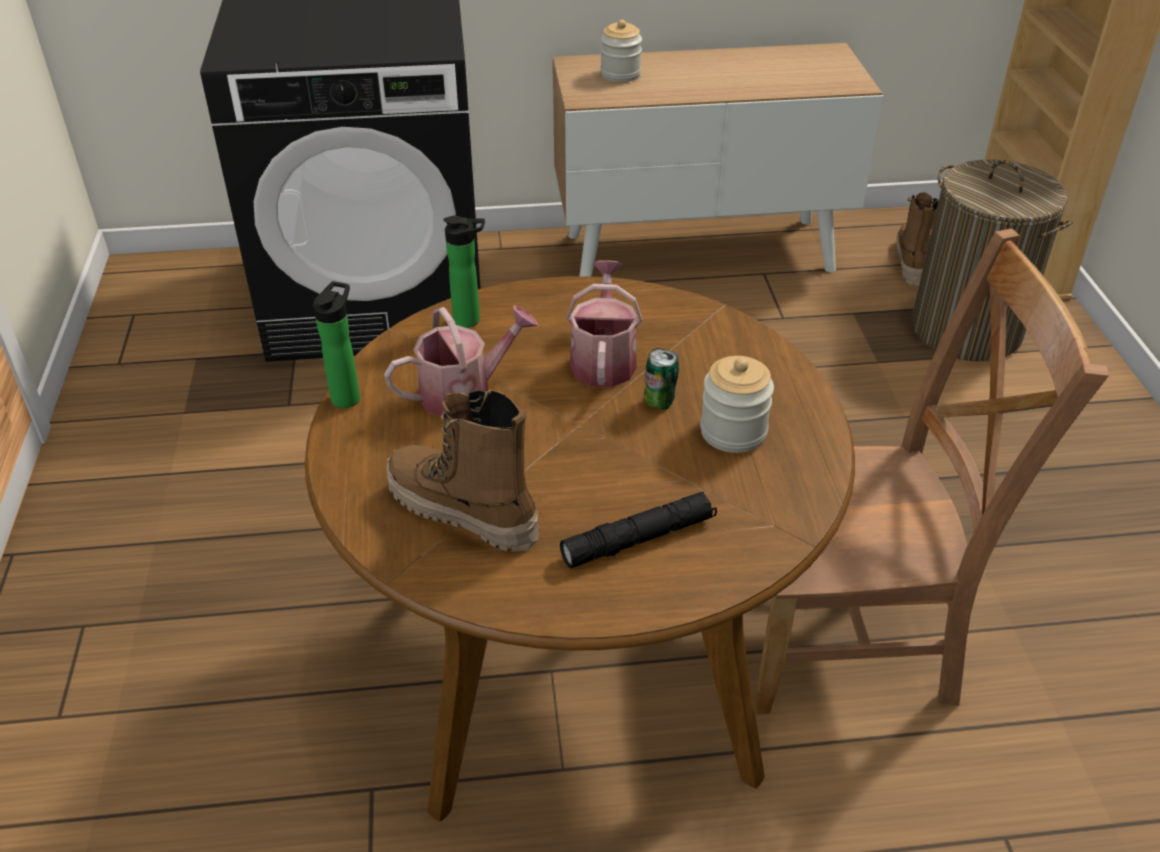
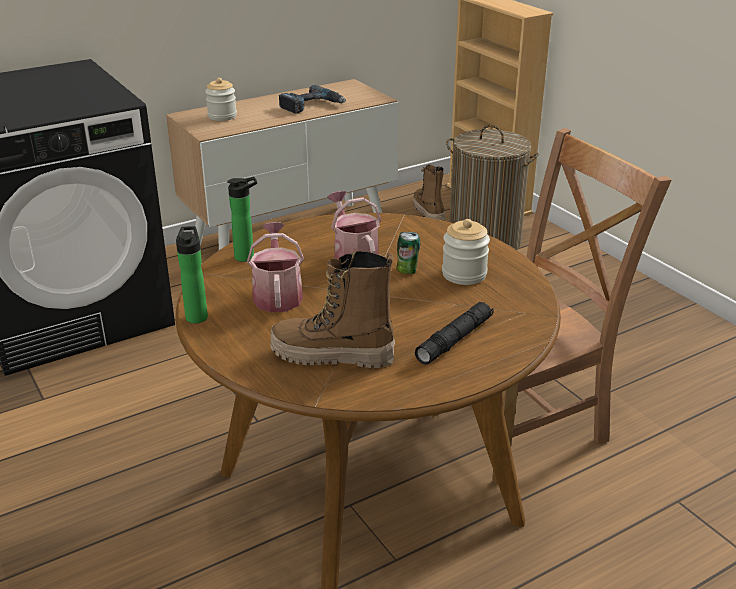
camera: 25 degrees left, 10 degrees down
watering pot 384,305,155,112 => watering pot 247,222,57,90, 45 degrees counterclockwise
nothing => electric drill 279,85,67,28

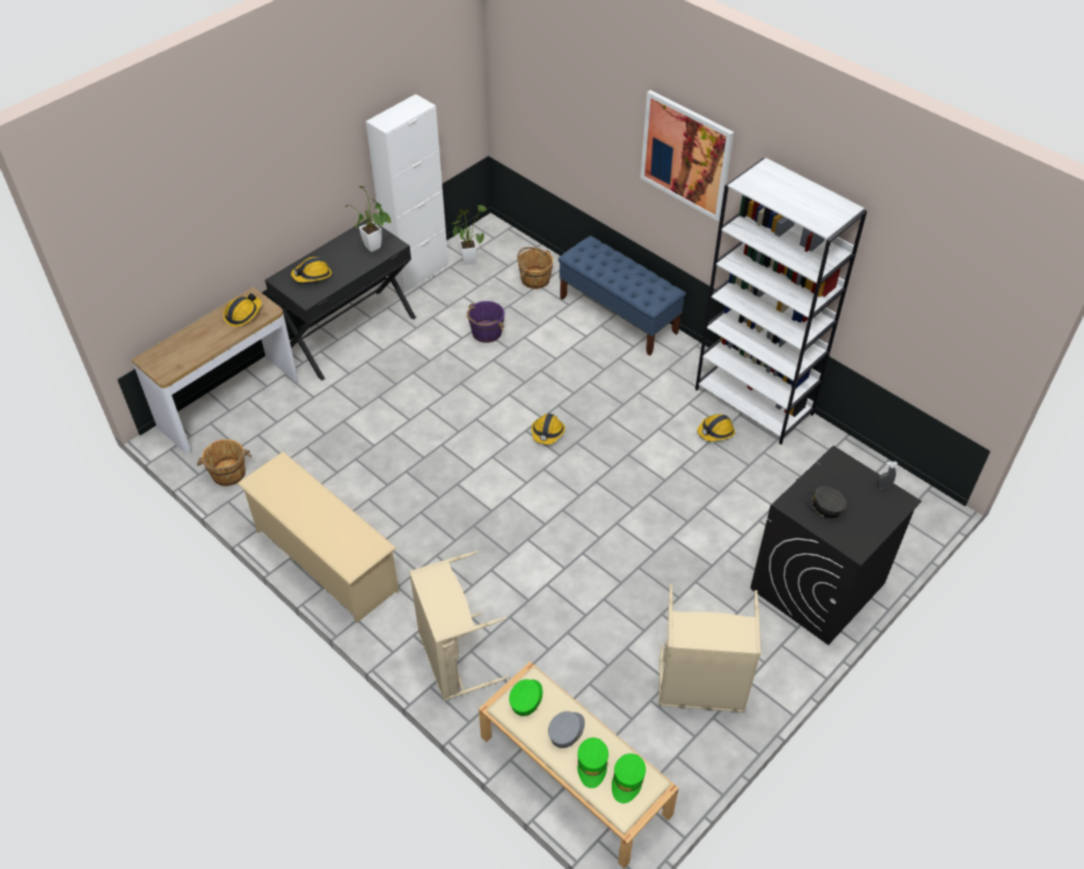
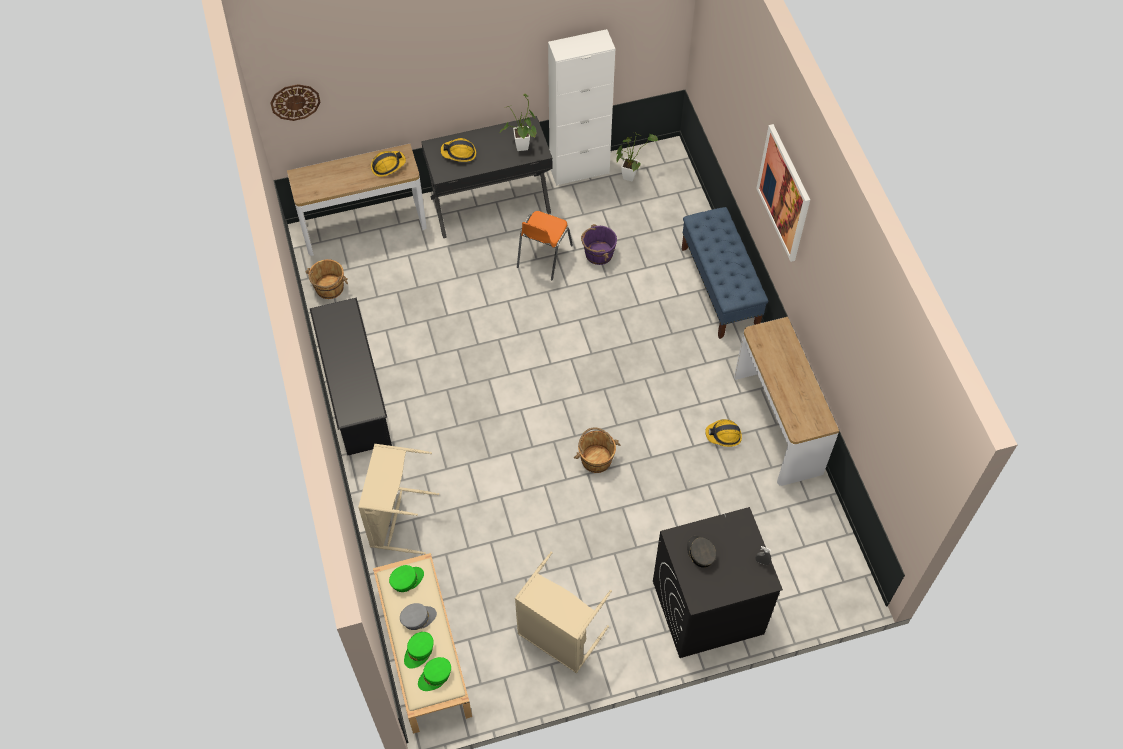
camera: 30 degrees right, 10 degrees up
shelving unit (white-coloured) 695,158,172,287 => narrow table 734,317,105,169
pail (brownish) 517,247,36,42 => pail (brownish) 574,427,46,46, moved
hard hat 531,414,34,31 => nothing
shoe shelf (beige-coloured) 237,452,162,171 => shoe shelf (black-coloured) 310,298,82,157
nothing => wall clock 270,84,51,37
nothing => upright chair (orange-coloured) 517,211,56,69

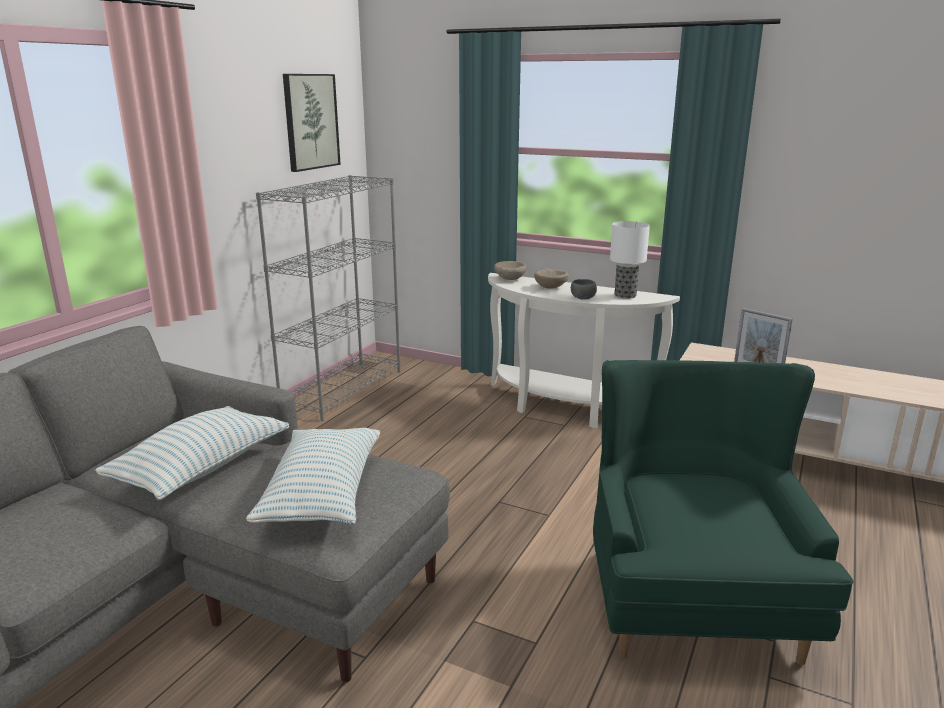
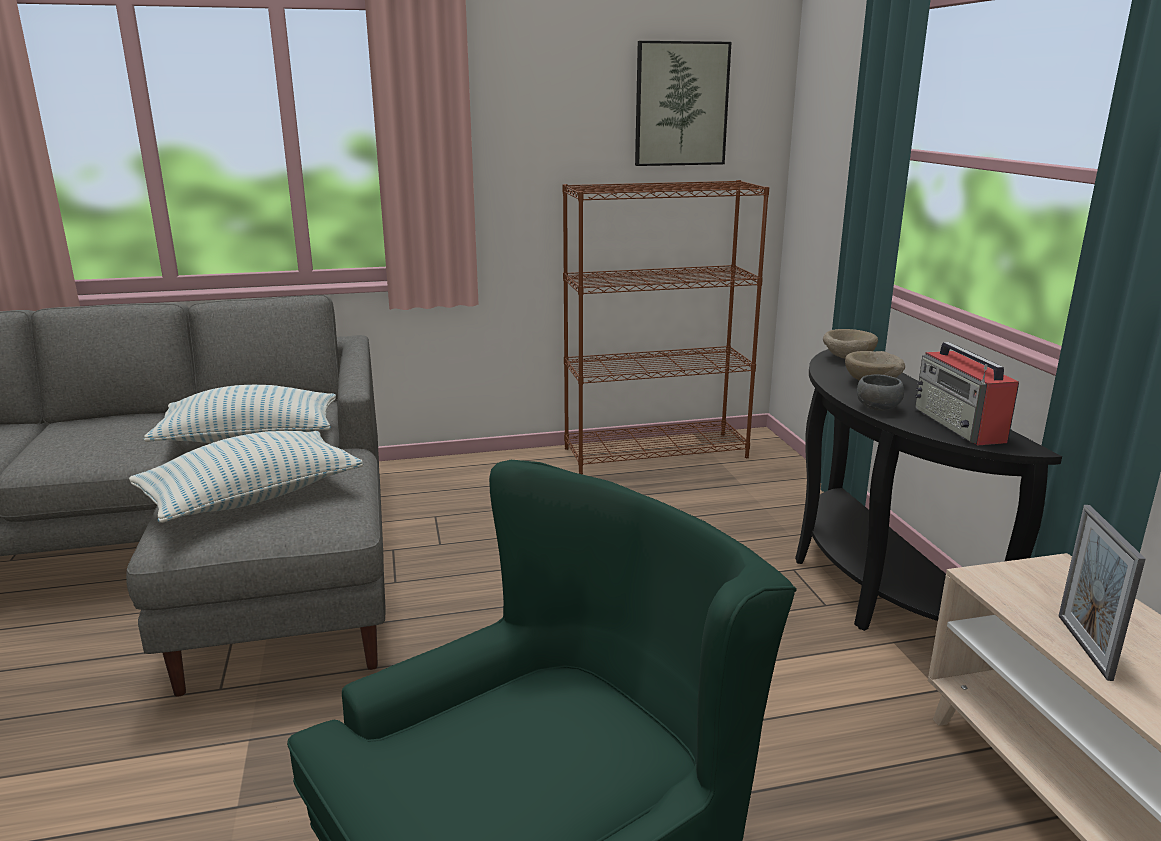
camera: 50 degrees right, 0 degrees up
shelving unit (grey) 256,175,145,246 => shelving unit (brownish) 562,180,207,294
tabletop lamp 610,221,40,78 => radio 915,342,104,103
narrow table (white-coloured) 488,273,192,155 => narrow table (black-coloured) 795,349,267,282

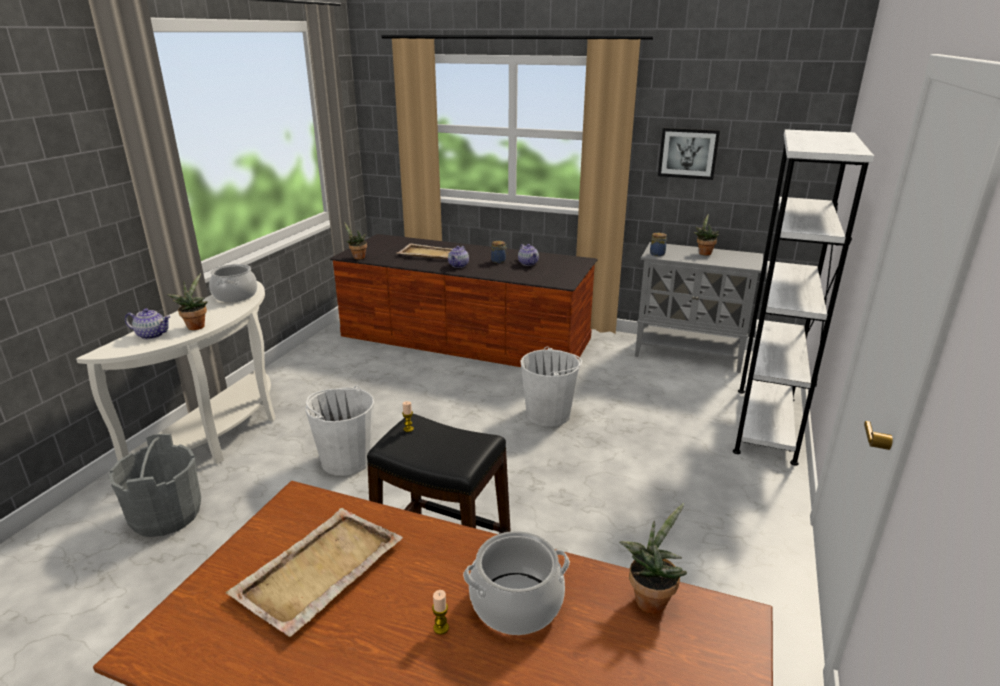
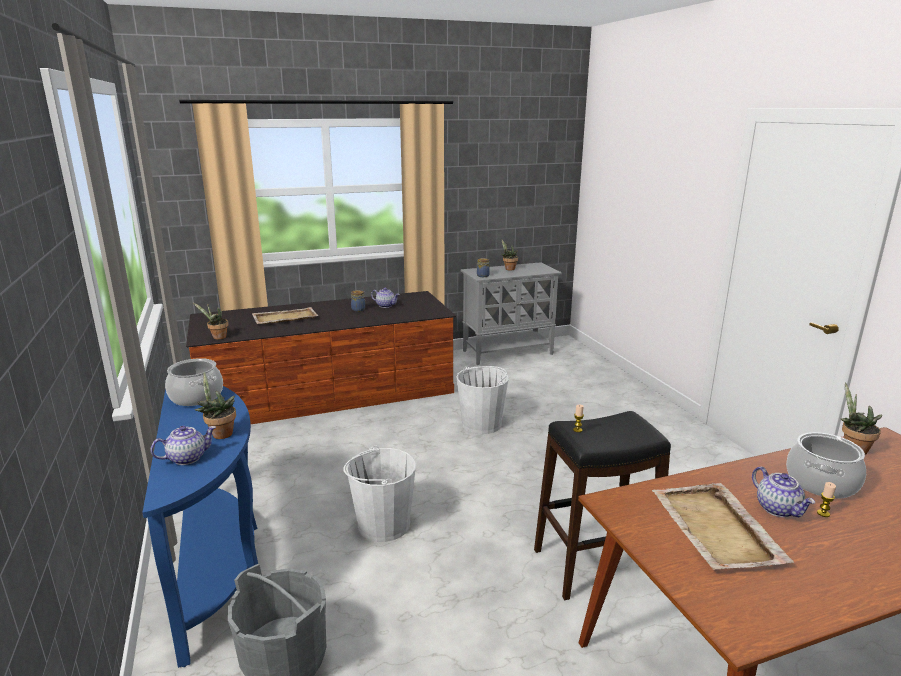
camera: 40 degrees left, 5 degrees down
wall art 658,128,62,52 => nothing
shelving unit (white-coloured) 733,129,141,337 => nothing
pot for tea 448,246,21,22 => pot for tea 752,467,63,50, moved
narrow table (white-coloured) 76,281,200,183 => narrow table (bluish) 142,386,116,282

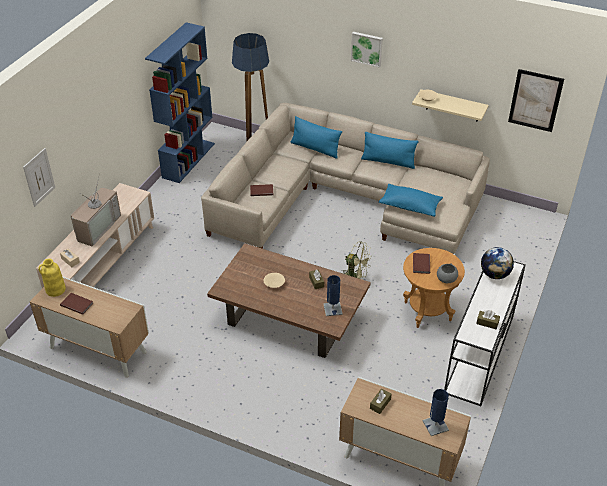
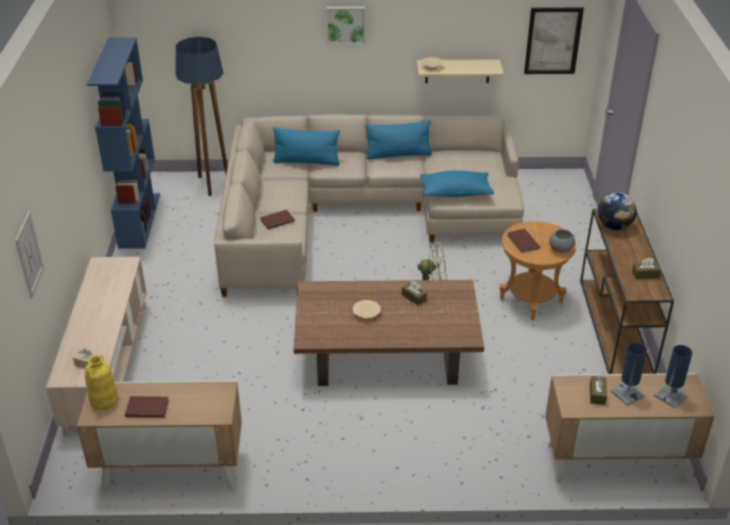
camera: 25 degrees left, 5 degrees down
TV 70,177,51,69 => nothing
narrow table (white-coloured) 444,261,82,145 => narrow table (brownish) 580,209,94,165
tabletop lamp (bluish) 323,275,20,41 => tabletop lamp (bluish) 610,343,37,63, moved

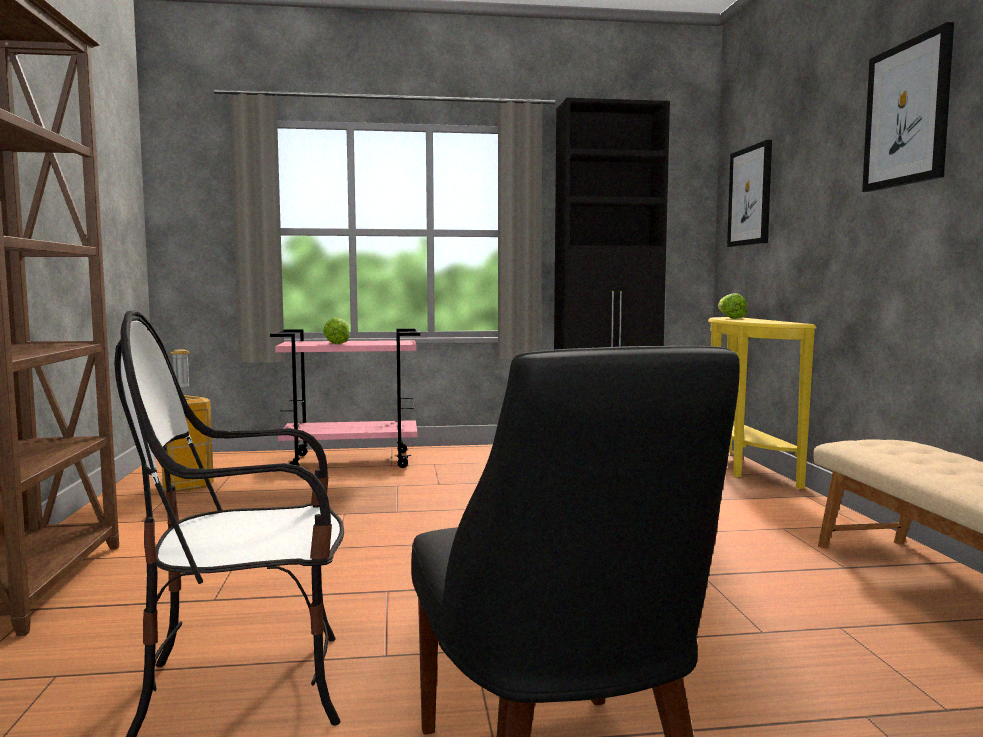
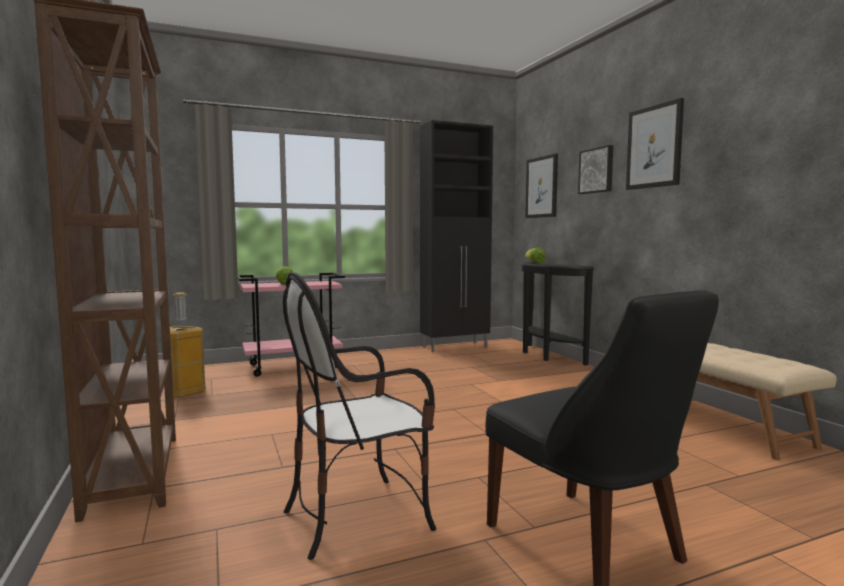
camera: 15 degrees left, 0 degrees up
narrow table (yellowish) 708,317,108,172 => narrow table (black-coloured) 519,262,75,104
nothing => wall art 578,145,35,49

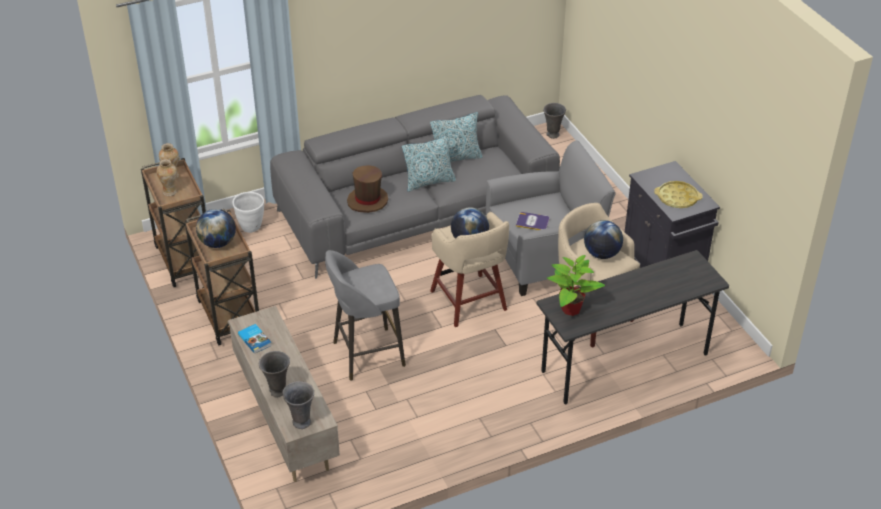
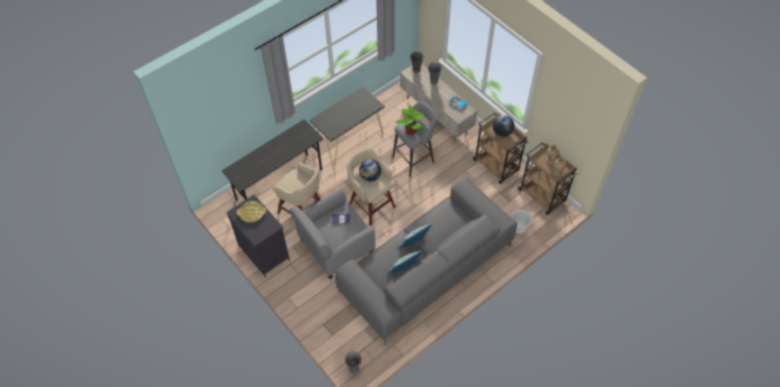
camera: 165 degrees right, 15 degrees up
clothing hat (brownish) 347,165,41,48 => nothing
world globe 584,220,39,39 => nothing
plant in a pot 547,255,58,61 => plant in a pot 395,105,30,30, moved
nothing => narrow table (black-coloured) 310,86,75,80

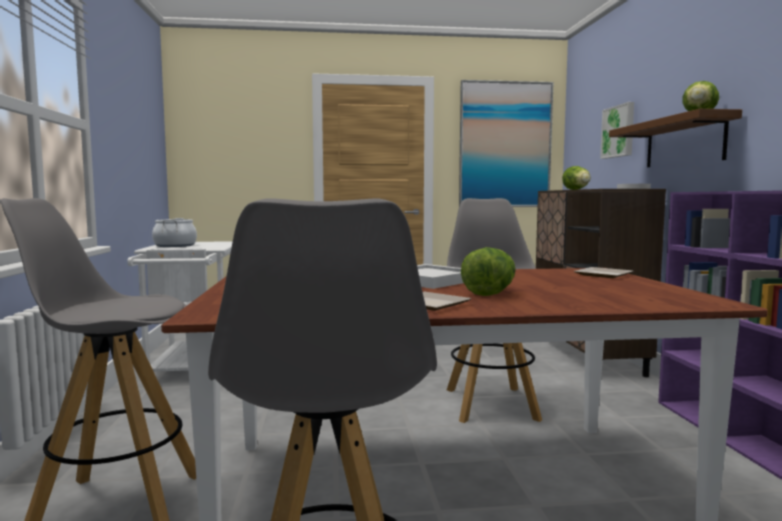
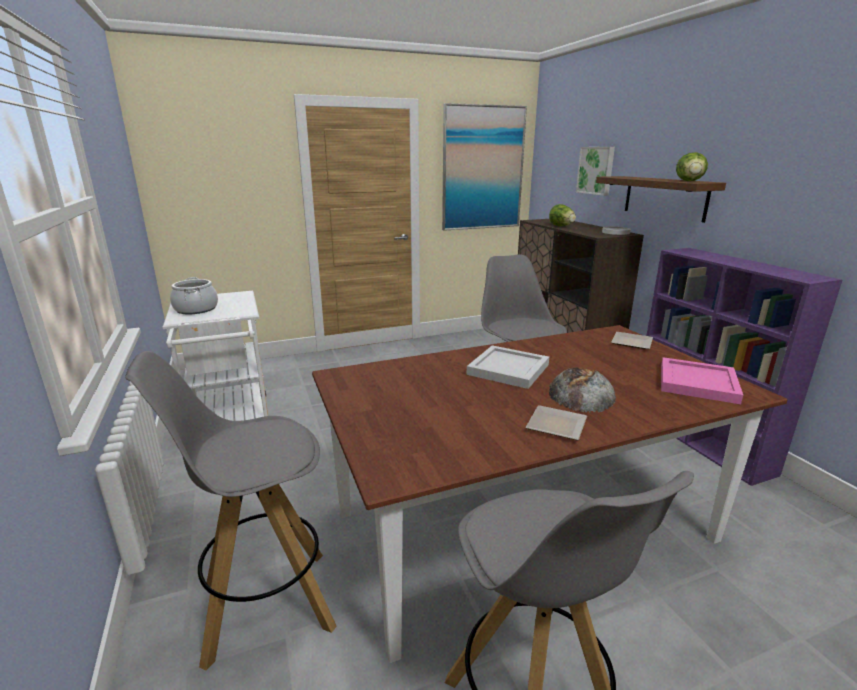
camera: 15 degrees left, 15 degrees up
lettuce 461,247,55,49 => baked bread 549,367,67,46
nothing => tray (pinkish) 661,357,82,47

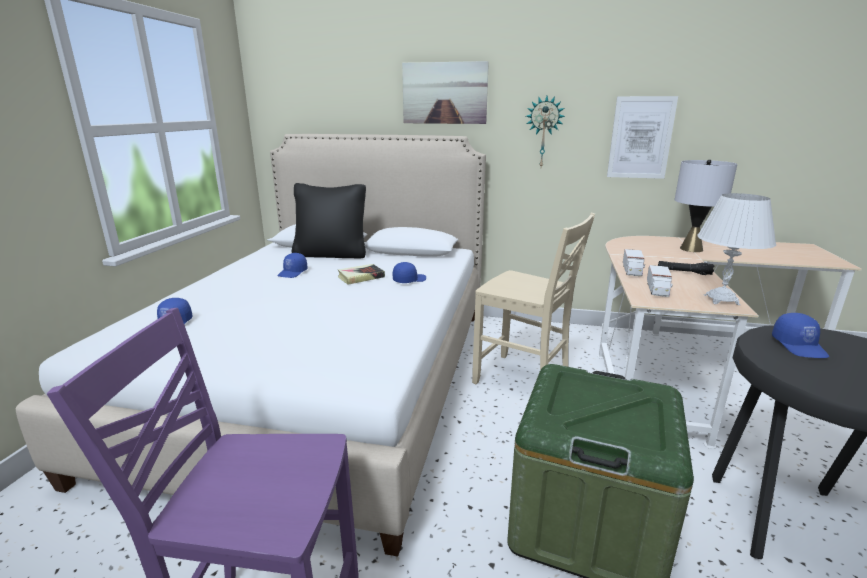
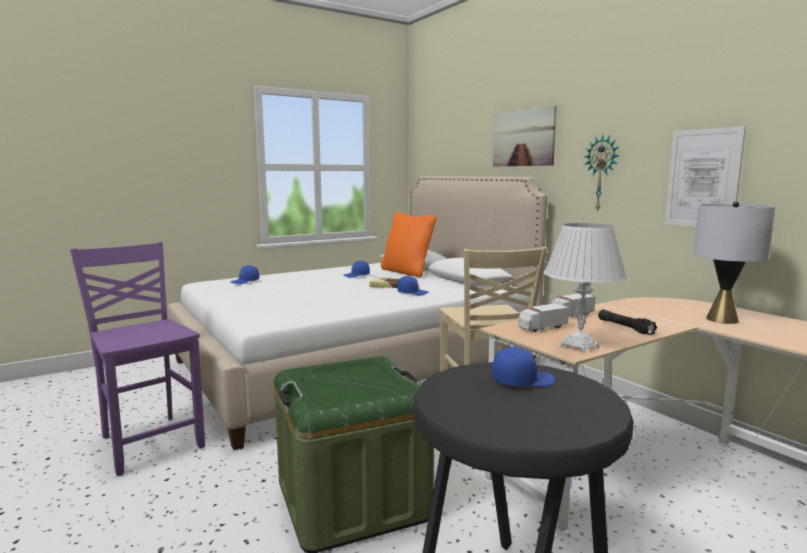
camera: 45 degrees right, 10 degrees down
cushion (black-coloured) 292,183,74,76 => cushion (orange-coloured) 381,212,56,65
cap (bluish) 772,313,58,45 => cap (bluish) 492,347,63,40, 150 degrees counterclockwise

